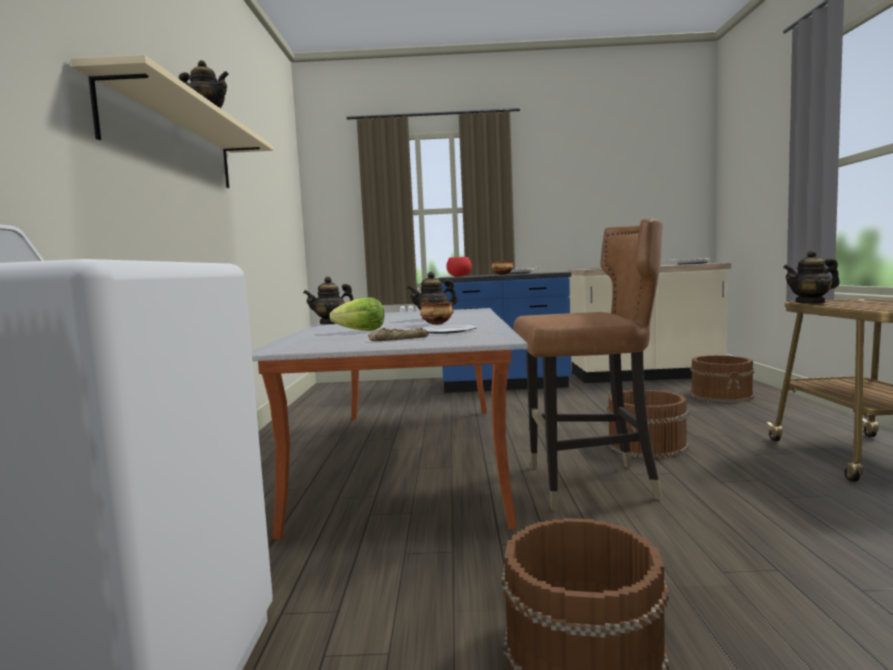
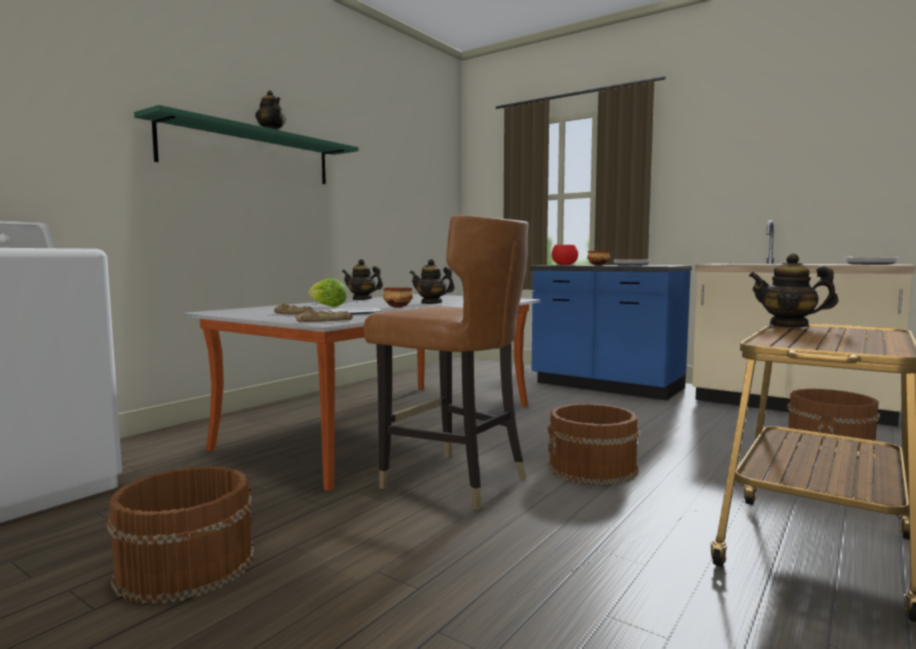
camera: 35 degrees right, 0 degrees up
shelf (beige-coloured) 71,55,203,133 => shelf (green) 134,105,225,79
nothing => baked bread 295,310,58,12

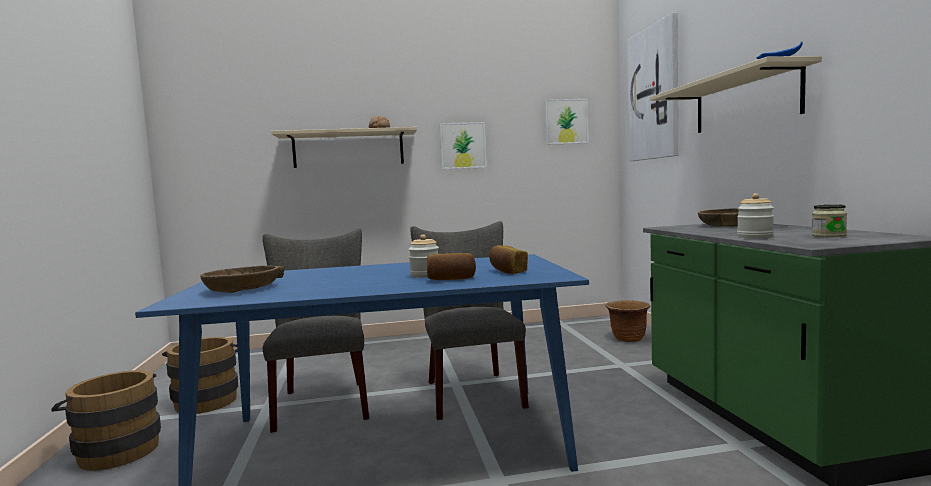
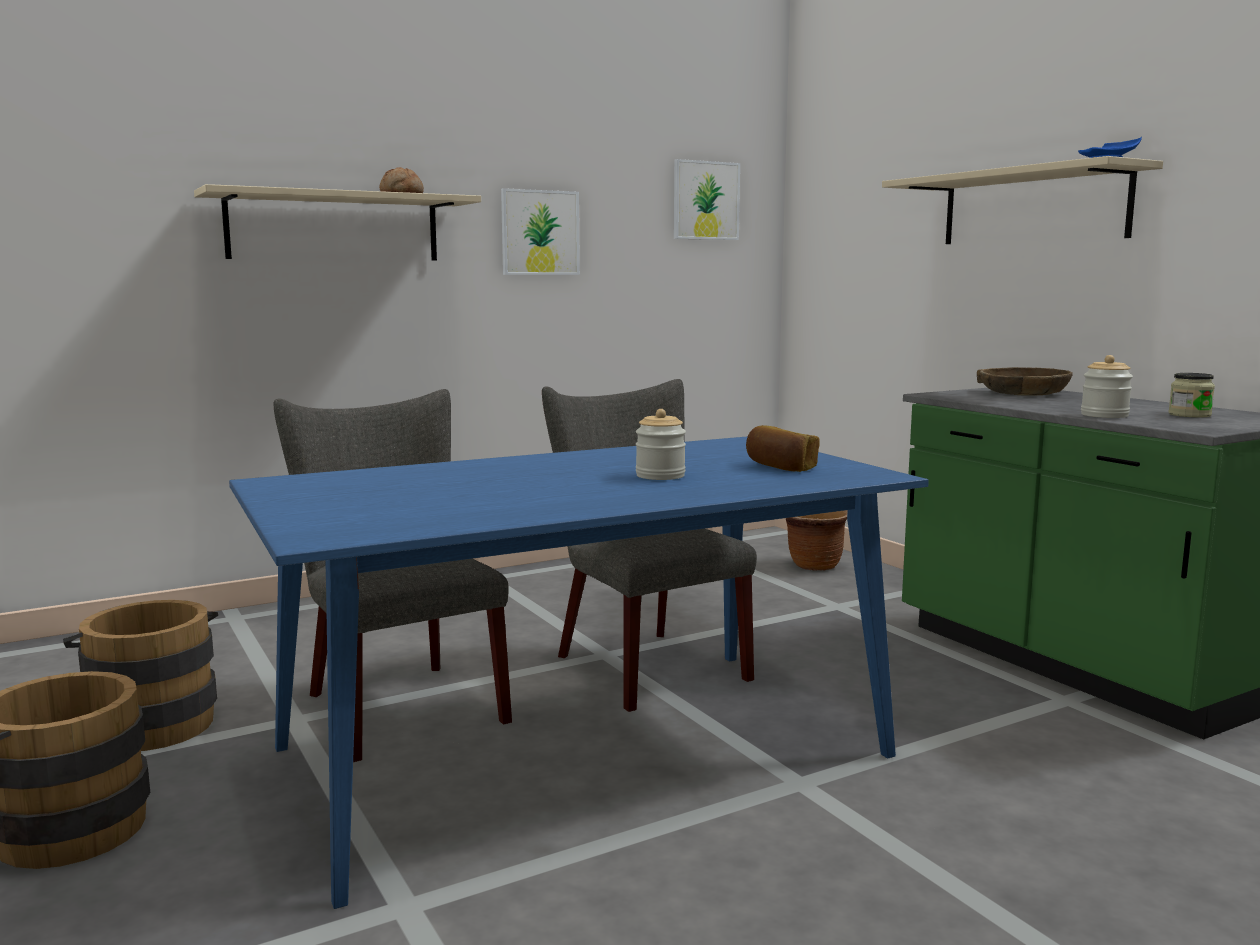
camera: 20 degrees left, 5 degrees up
wall art 627,13,51,148 => nothing
baked bread 427,253,49,27 => nothing
serving bowl (brownish) 200,265,84,28 => nothing

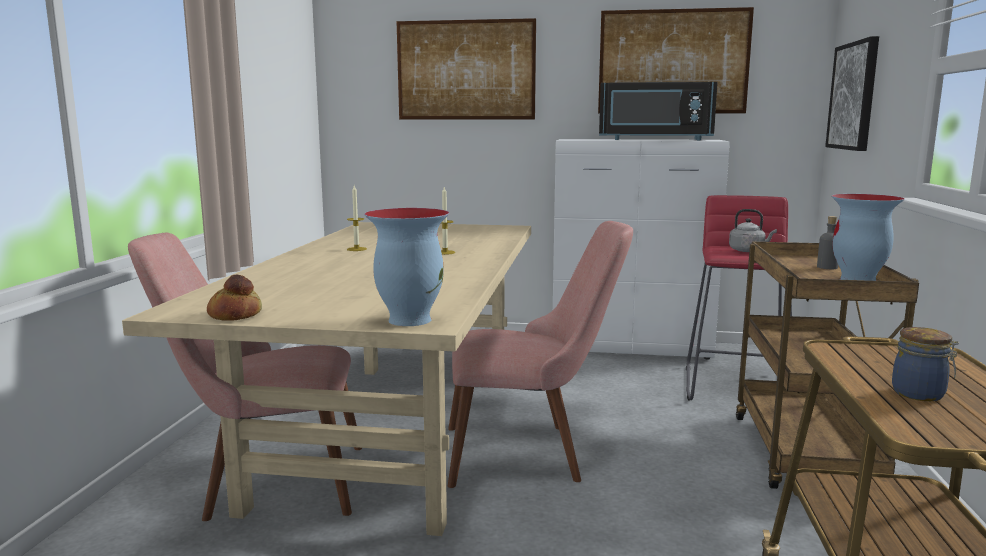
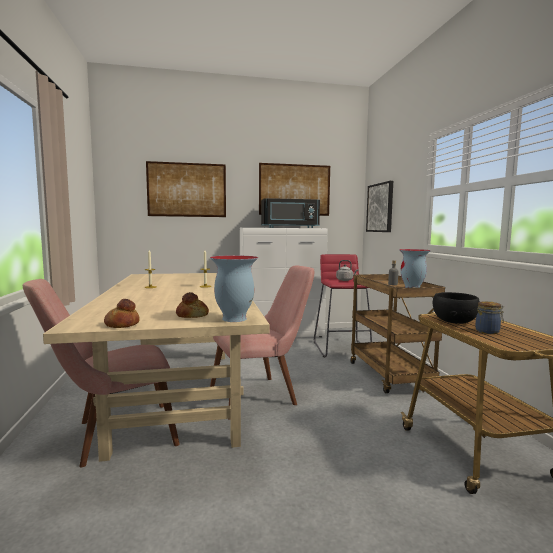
camera: 20 degrees left, 5 degrees down
nothing => baked bread 176,292,33,26
nothing => serving bowl (black-coloured) 433,292,47,32

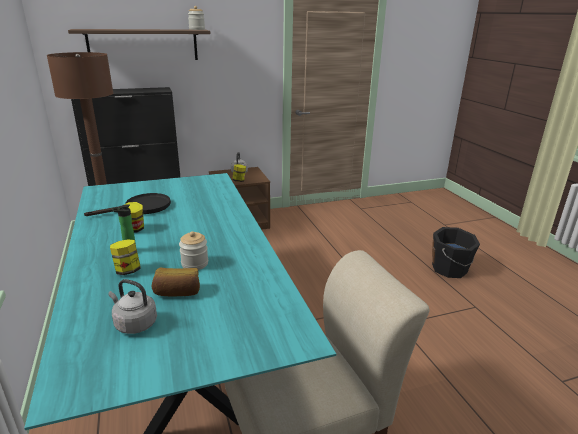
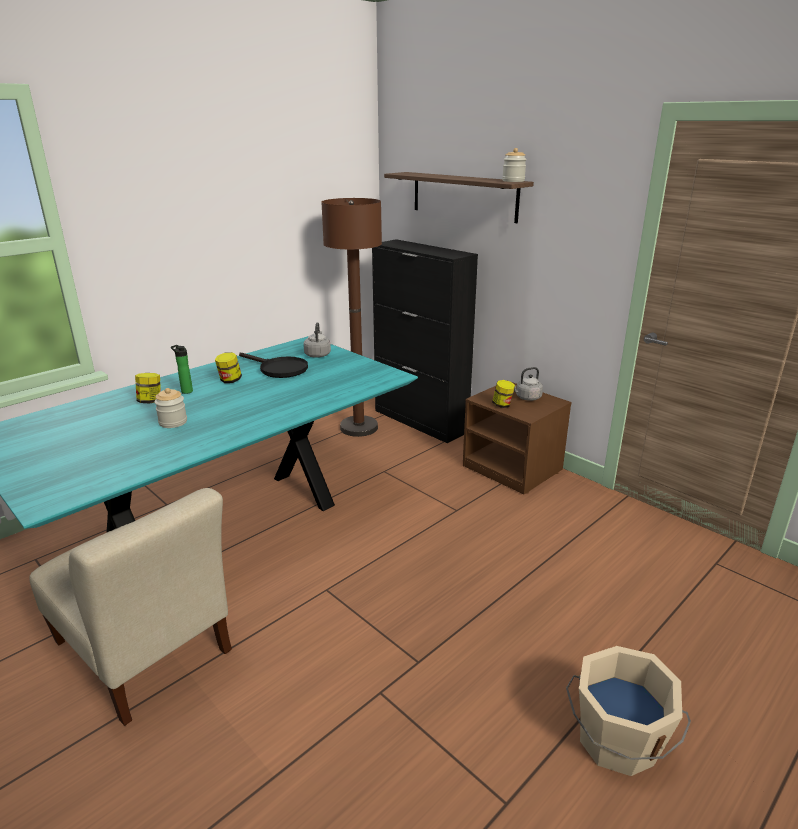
camera: 65 degrees right, 0 degrees up
pail (black-coloured) 432,227,48,51 => pail (beige-coloured) 566,646,125,130
baked bread 152,268,48,29 => nothing
kettle (grey) 108,279,49,55 => kettle (grey) 304,322,27,36, moved

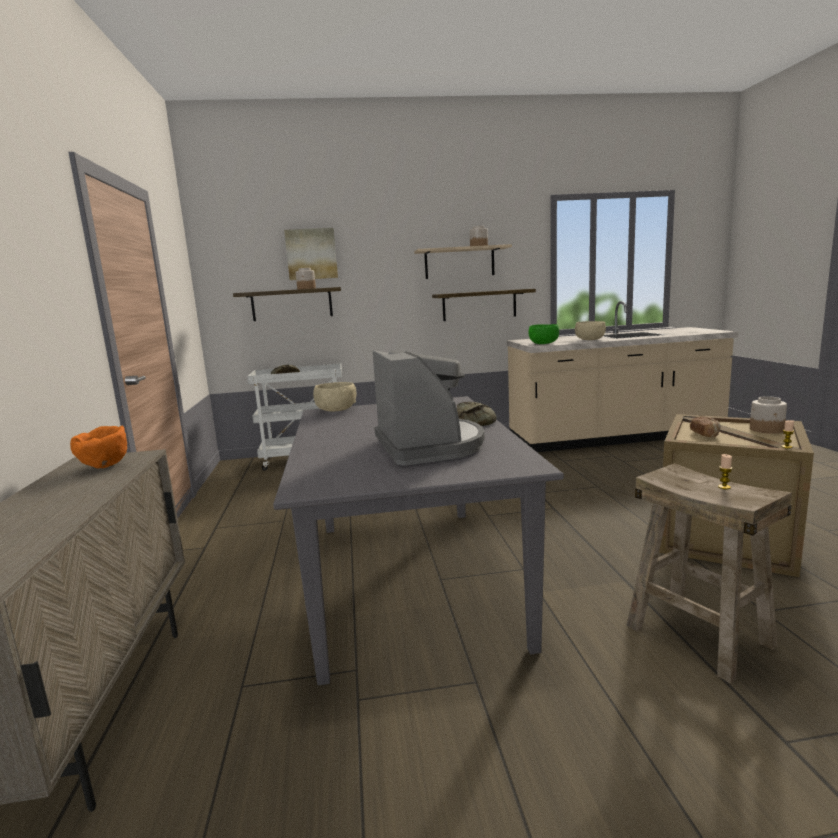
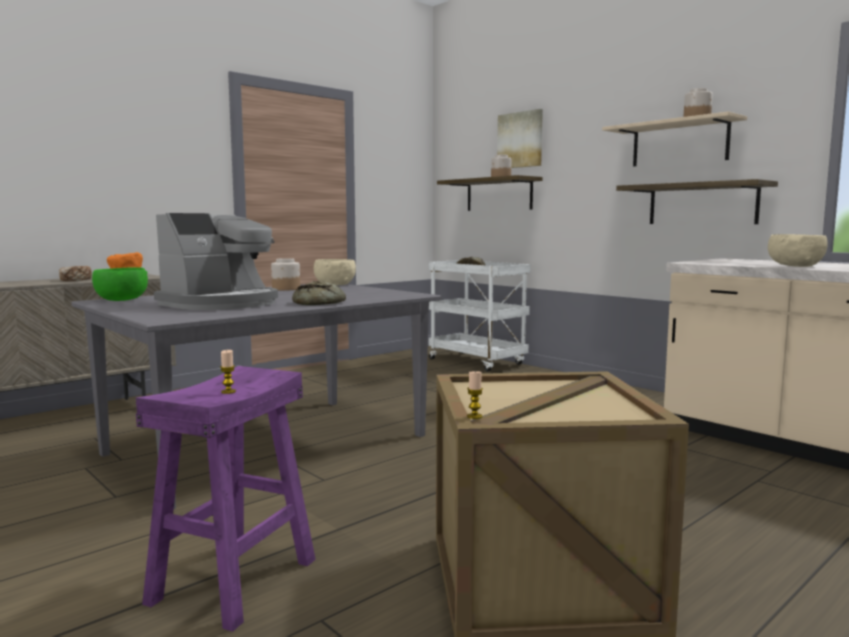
camera: 55 degrees right, 5 degrees down
serving bowl (green) 528,324,31,20 => serving bowl (green) 92,267,56,34, moved
storage jar 750,396,37,38 => storage jar 271,258,29,33, moved
baked bread 690,416,31,21 => baked bread 59,266,33,15, moved
stool seat (beige-coloured) 626,463,166,221 => stool seat (purplish) 136,366,180,266

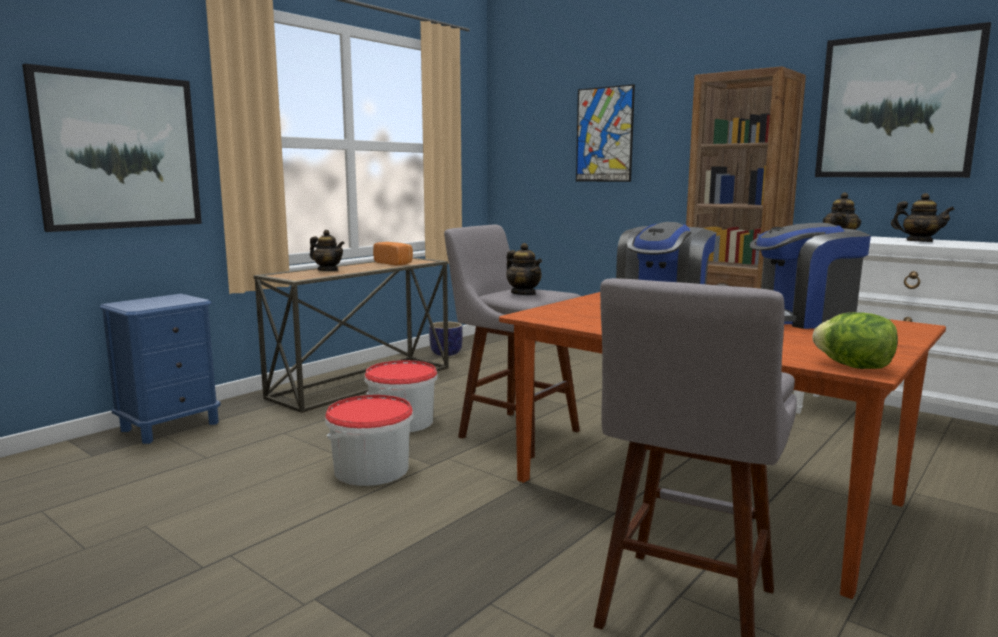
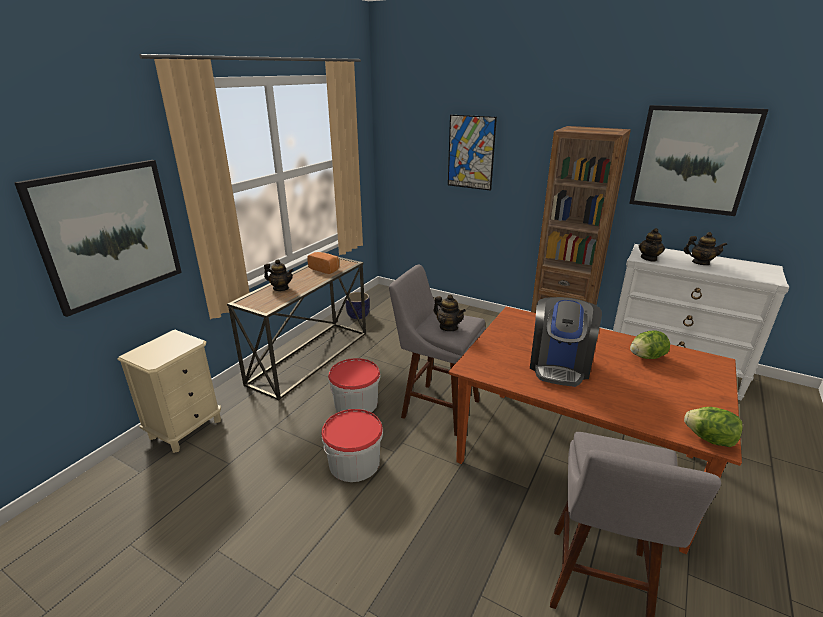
camera: 10 degrees left, 15 degrees up
coffee machine 749,223,122,106 => lettuce 630,330,40,29
bedside table (bluish) 99,294,122,150 => bedside table (beige-coloured) 117,329,104,124

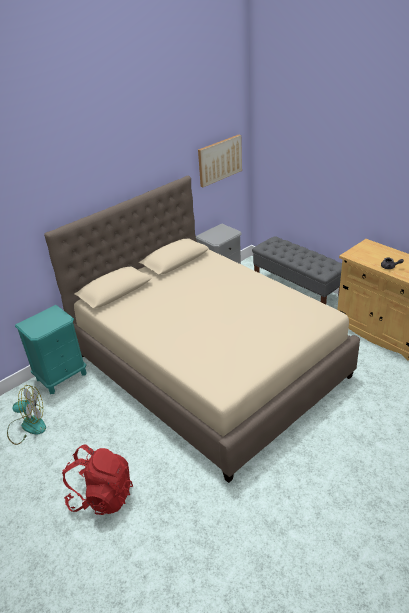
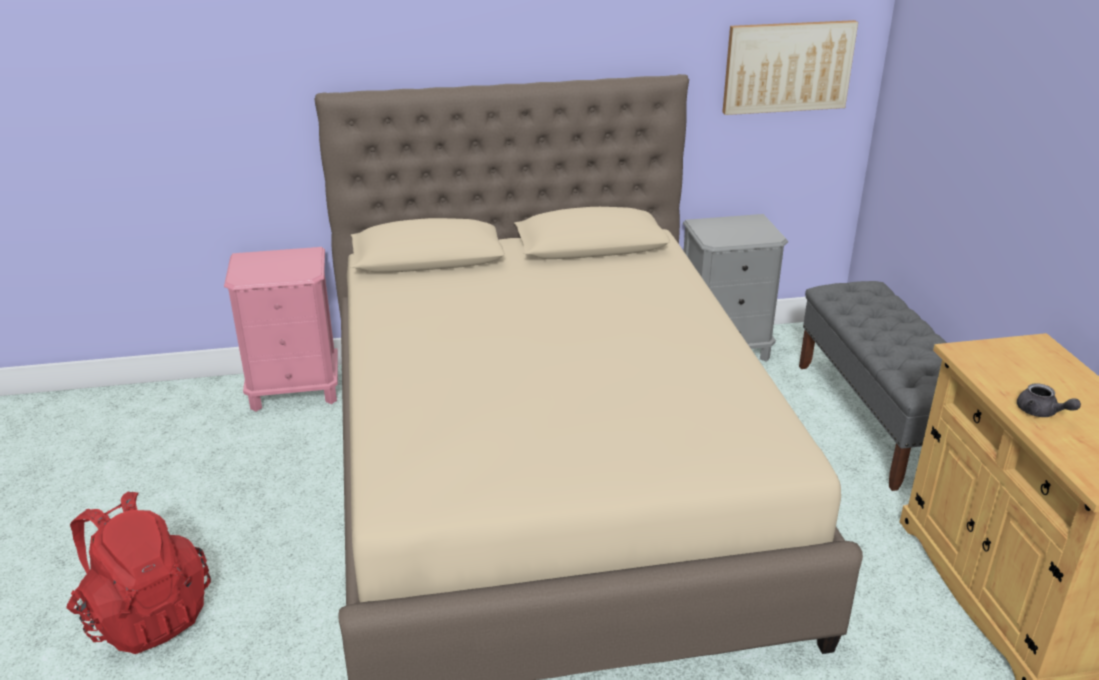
camera: 30 degrees right, 5 degrees down
bedside table (blue-green) 15,305,71,89 => bedside table (pinkish) 224,247,114,165
fan 7,385,39,60 => nothing

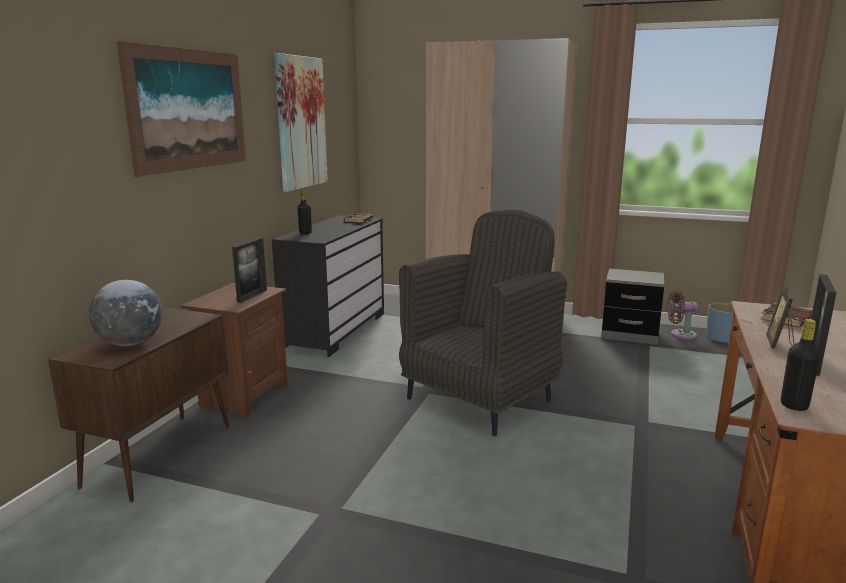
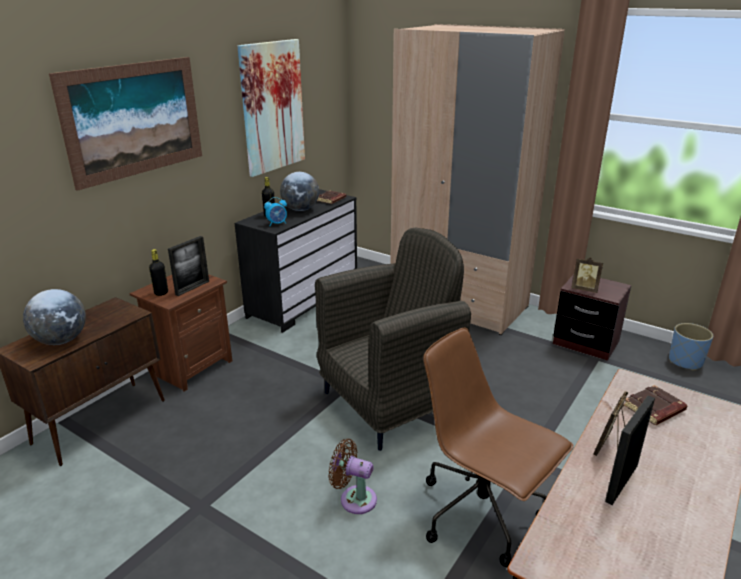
camera: 15 degrees right, 10 degrees up
bedside table (grey) 601,268,64,77 => bedside table (brownish) 553,274,78,87
fan (brownish) 668,291,30,49 => fan (brownish) 328,439,49,75, moved
beverage bottle (black-coloured) 781,319,39,92 => beverage bottle (black-coloured) 149,249,19,47, moved
nothing => world globe 280,172,39,39
nothing => bedside clock 264,197,23,29
nothing => photo frame 572,257,31,36
nothing => computer chair (brownish) 423,327,151,240

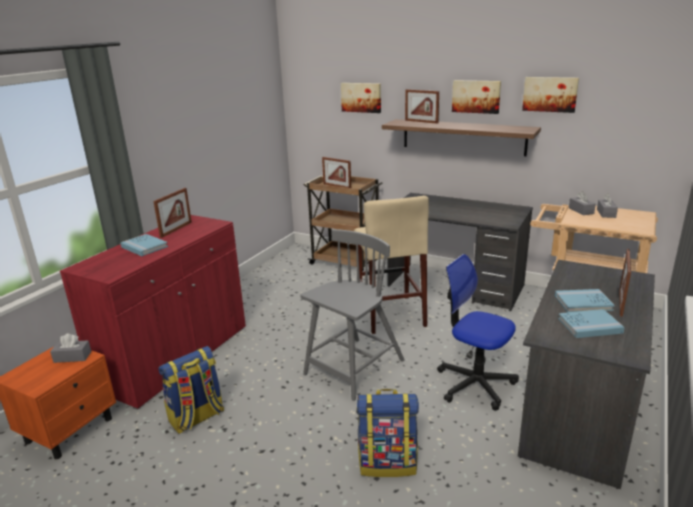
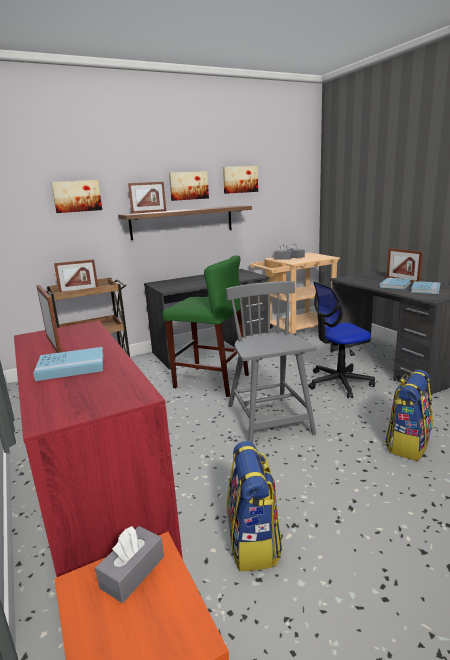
camera: 55 degrees left, 5 degrees down
stool seat (beige-coloured) 354,196,75,138 => stool seat (green) 163,255,86,142

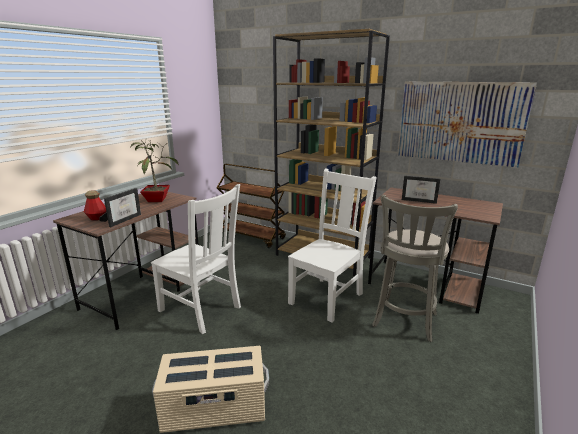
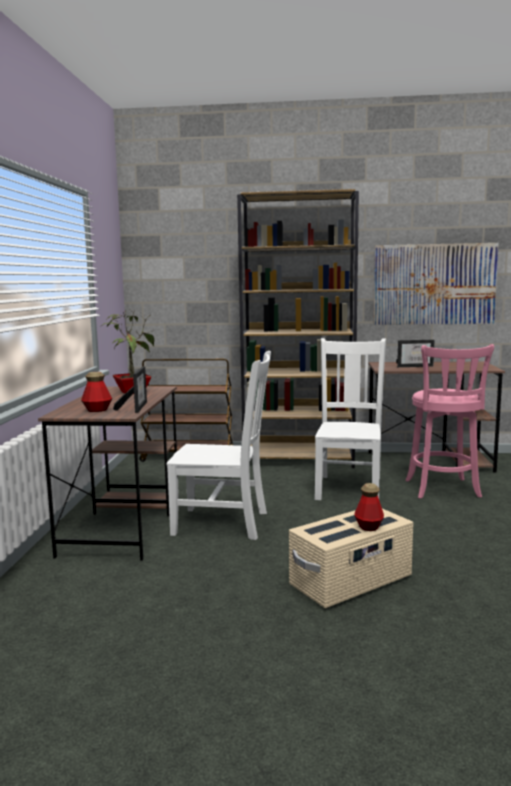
camera: 25 degrees left, 10 degrees down
stool seat (grey) 372,195,86,147 => stool seat (pinkish) 405,344,89,155
nothing => beverage bottle 354,483,30,48

